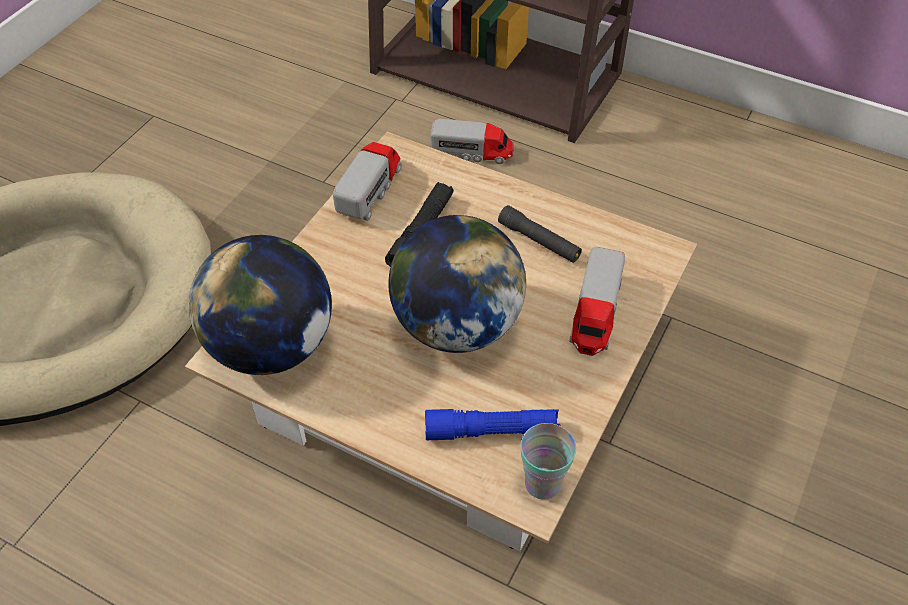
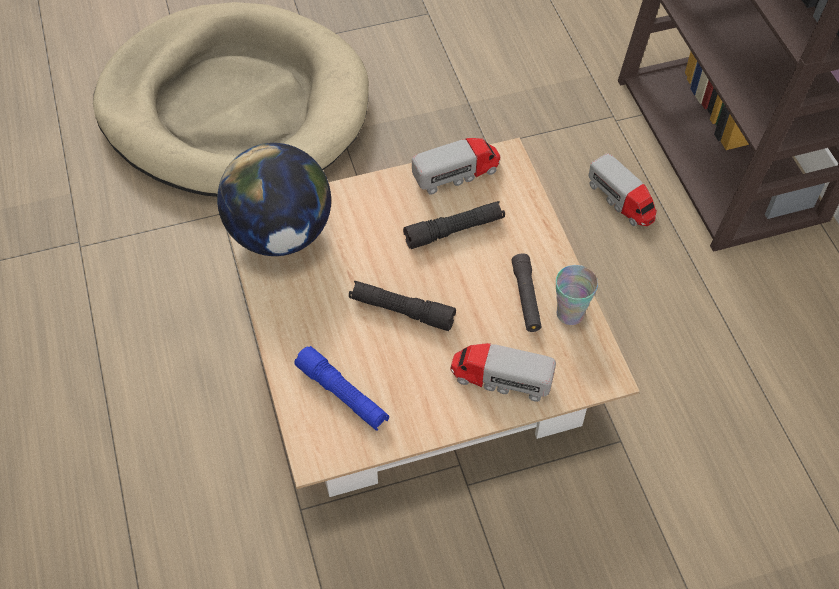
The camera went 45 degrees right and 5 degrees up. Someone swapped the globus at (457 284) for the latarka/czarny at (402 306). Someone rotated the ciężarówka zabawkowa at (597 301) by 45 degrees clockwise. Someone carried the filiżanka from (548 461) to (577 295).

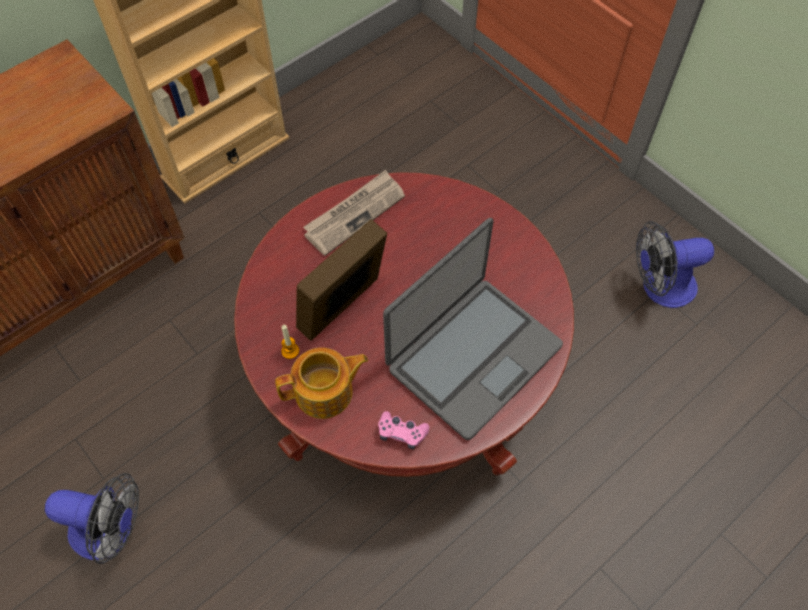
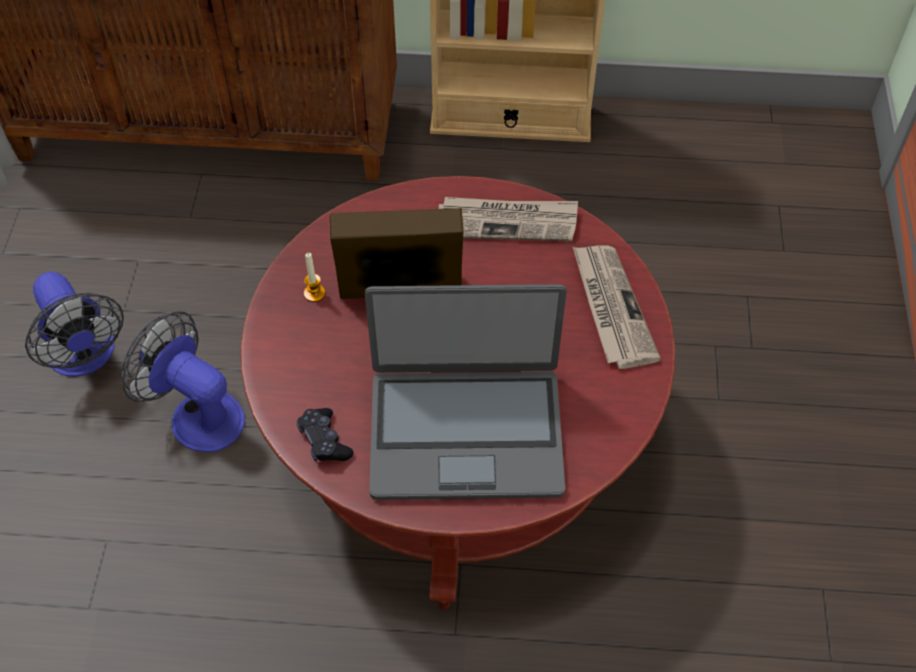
The camera went 45 degrees right and 5 degrees down. Someone carried the wentylator from (675 264) to (183 381). Someone took away the imbryk at (321 383). Someone repainted the pad do gier/różowy at (403 430), which became the pad do gier/czarny at (325 434). Someone put down the gazeta at (617 307).

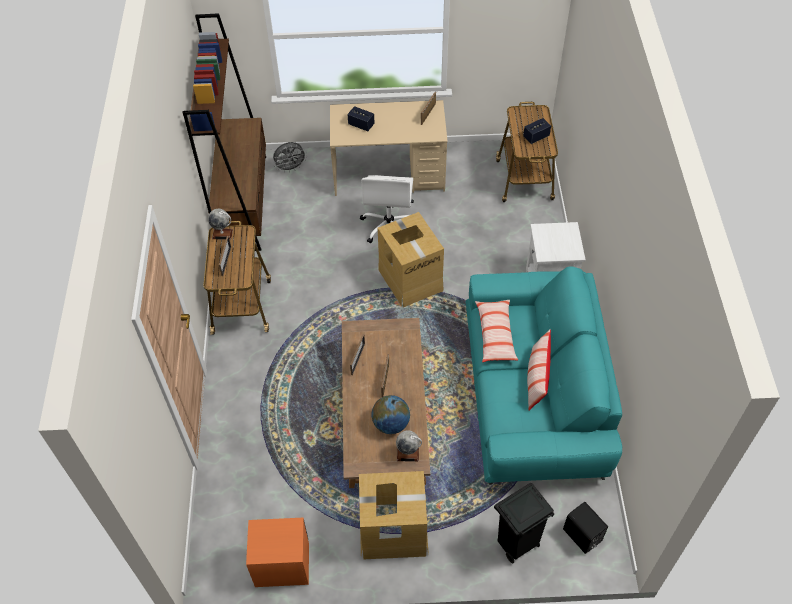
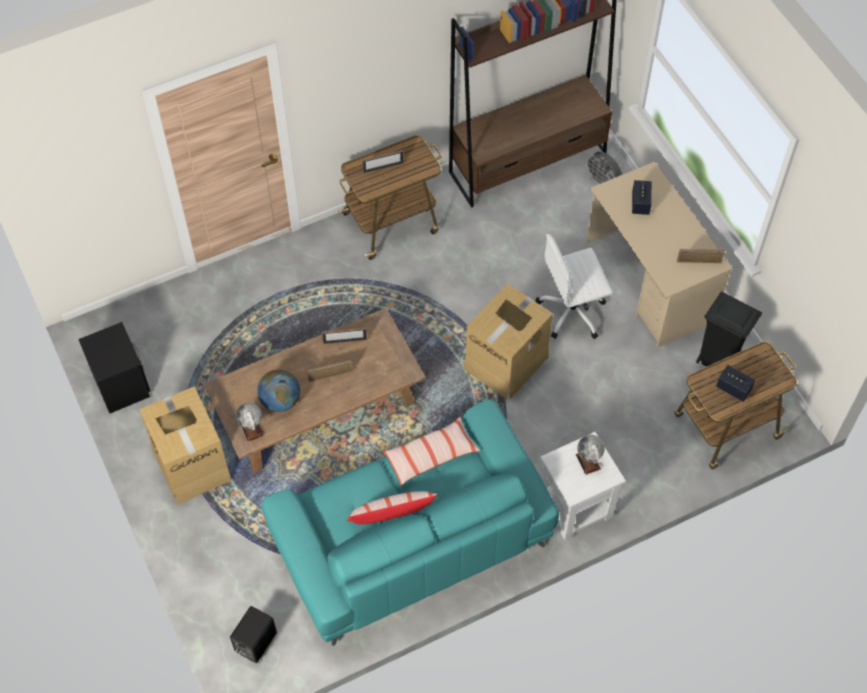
The camera went 65 degrees right and 5 degrees up. Someone carried the globus from (220 224) to (590 455). Someone carried the kosz na śmieci/czarny from (524 523) to (729 332). Someone repainted the szafka nocna/pomarańczowy at (277 552), which became the szafka nocna/czarny at (114 367).

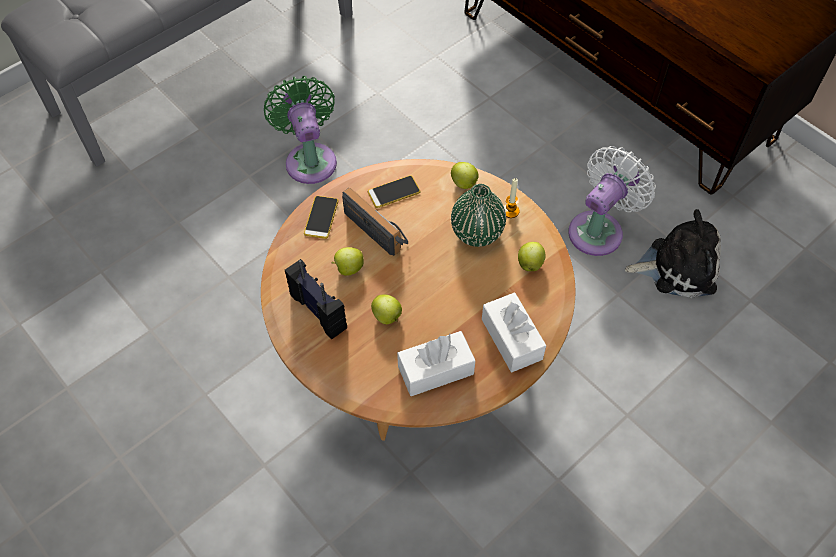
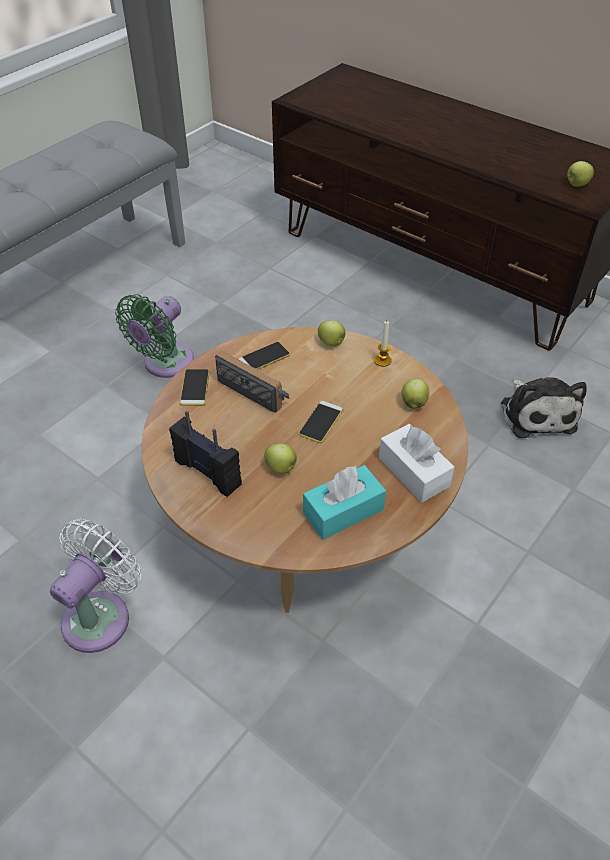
The camera went 10 degrees left and 10 degrees down. Someone rotated the wentylator/zielony at (300 130) by 120 degrees counterclockwise. Someone carried the wentylator/biały from (612 201) to (95 586). Someone took away the wazon/zielony at (478 215). Someone rotated the pluszak at (673 253) by 90 degrees clockwise. Someone carried the jabłko from (348 261) to (580 174). Someone repainted the pudełko chusteczek/biały at (436 363), which became the pudełko chusteczek/turkusowy at (344 502). Someone put down the telefon at (320 421).

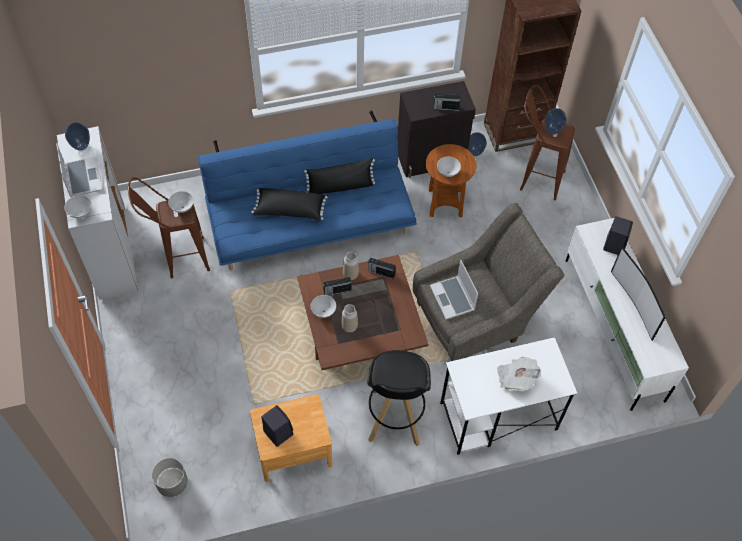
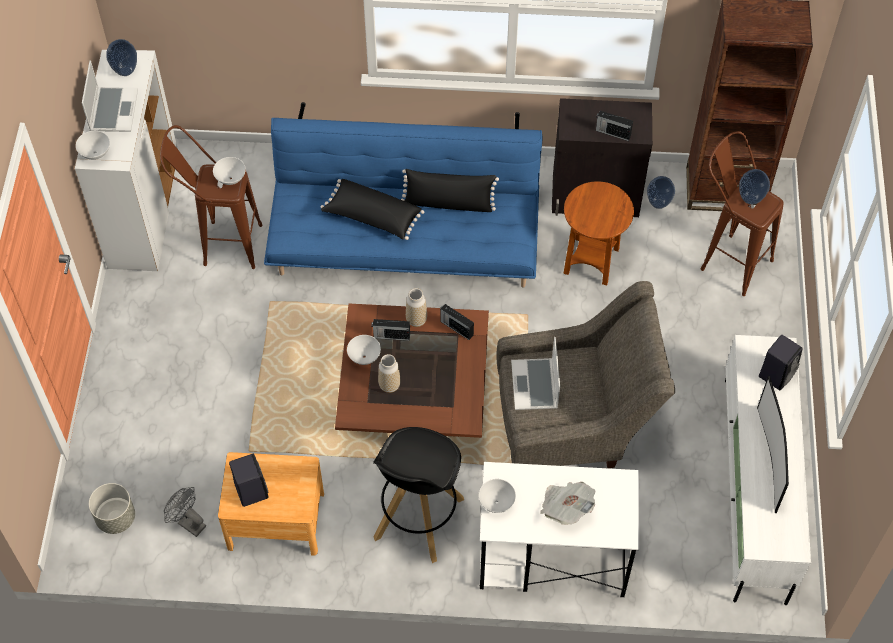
The camera went 20 degrees right and 0 degrees up. Someone carried the miska/biały from (449 167) to (497 496). Someone put down the wentylator/szary at (185 512).

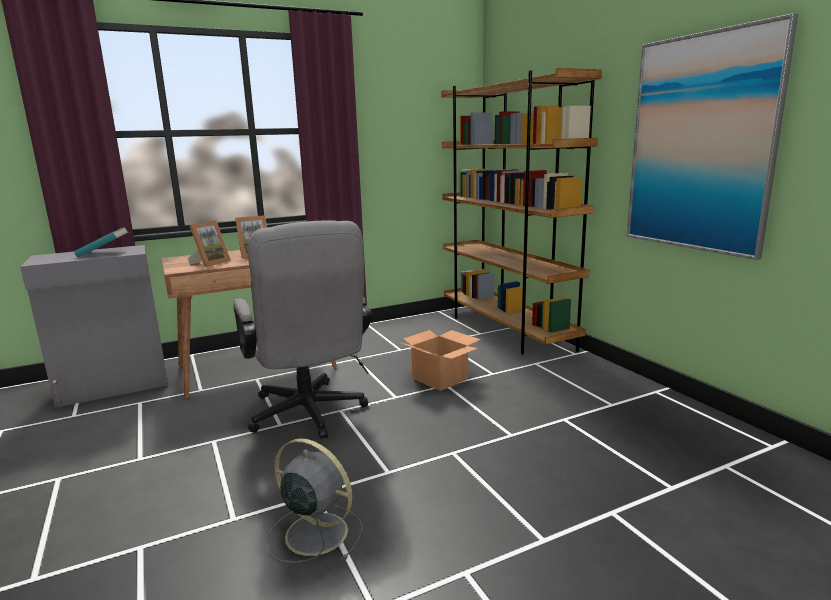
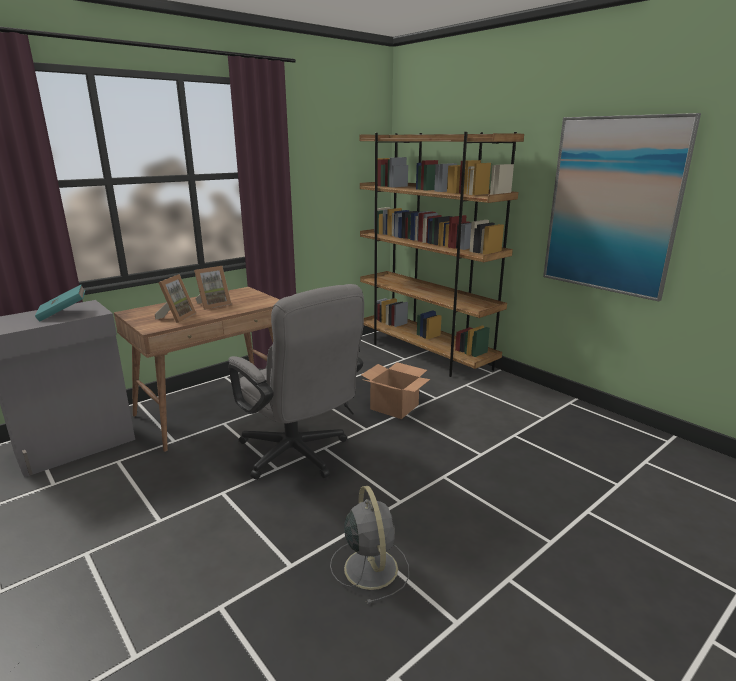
The camera went 15 degrees left and 5 degrees up. Someone rotated the wentylator/szary at (314 500) by 60 degrees clockwise.

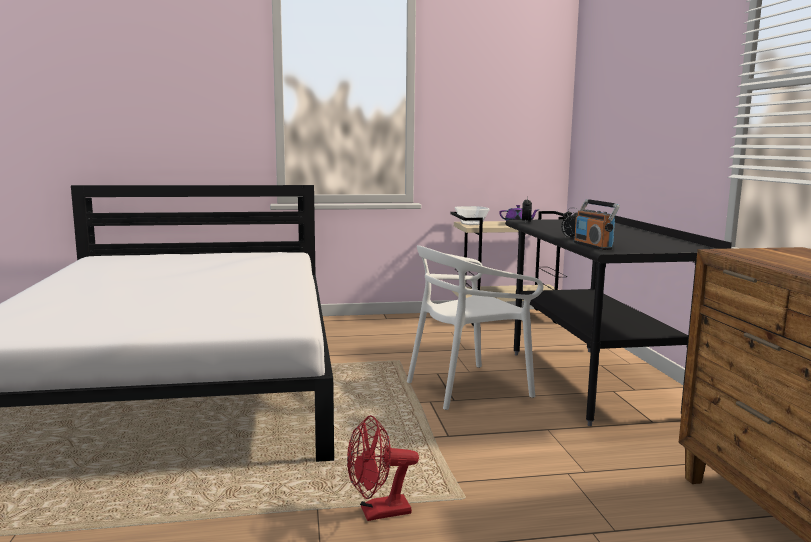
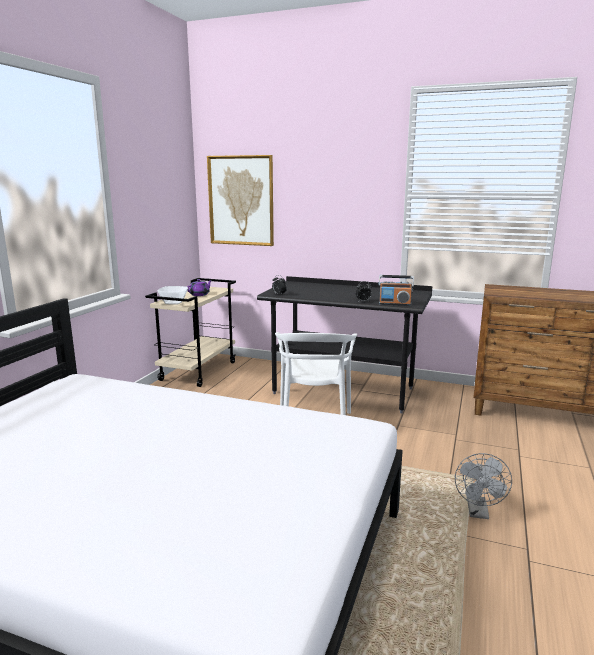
The camera went 60 degrees left and 5 degrees up. Someone repainted the wentylator/czerwony at (383 468), which became the wentylator/szary at (483 486). Someone put up the obraz at (240 200).

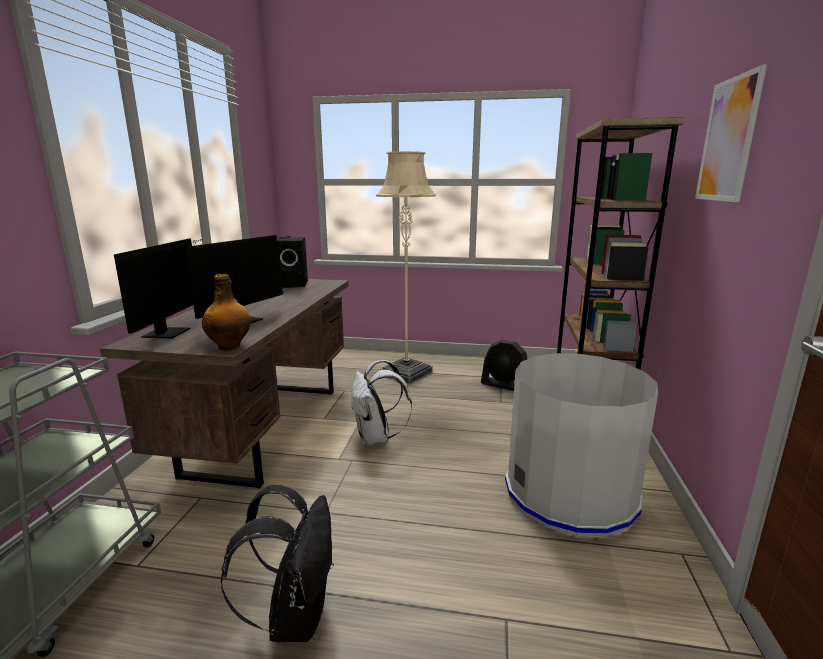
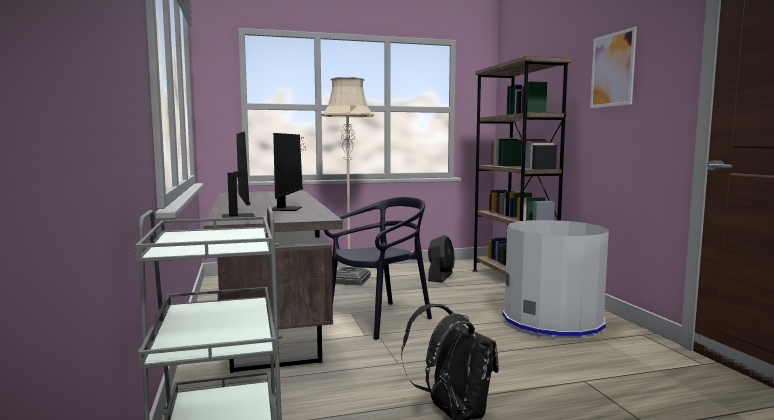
The camera went 25 degrees left and 10 degrees down. Someone took away the głośnik/czarny at (292 262). Someone took away the butelka at (226 312). Someone rotated the wentylator/czarny at (504 365) by 75 degrees counterclockwise. Someone swapped the plecak/biały at (381 403) for the krzesło/czarny at (378 268).

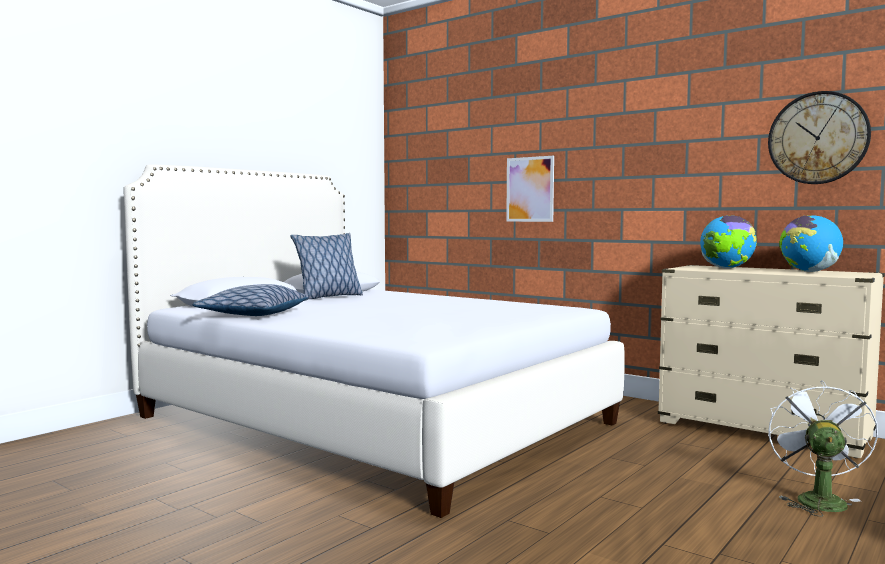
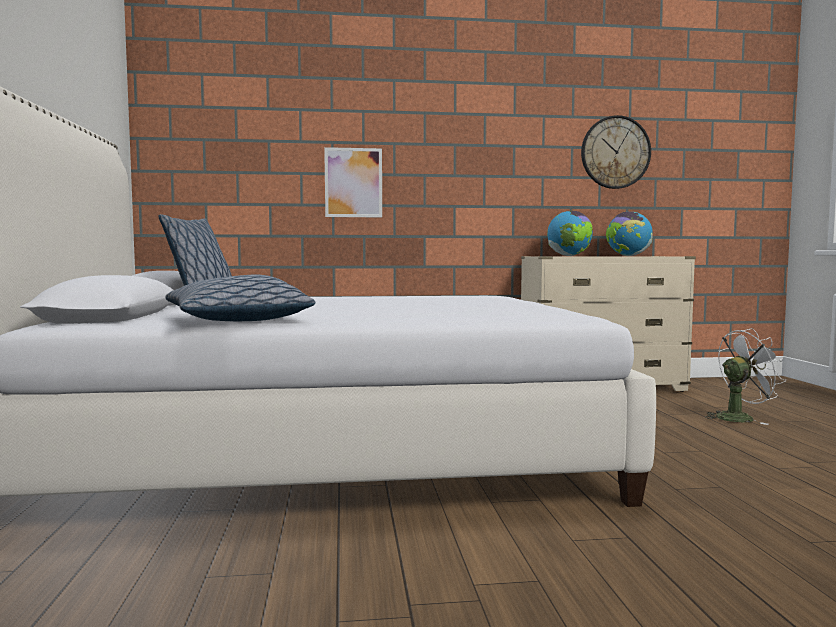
The camera went 45 degrees left and 0 degrees up. Someone rotated the wentylator/biały at (823 448) by 105 degrees clockwise.

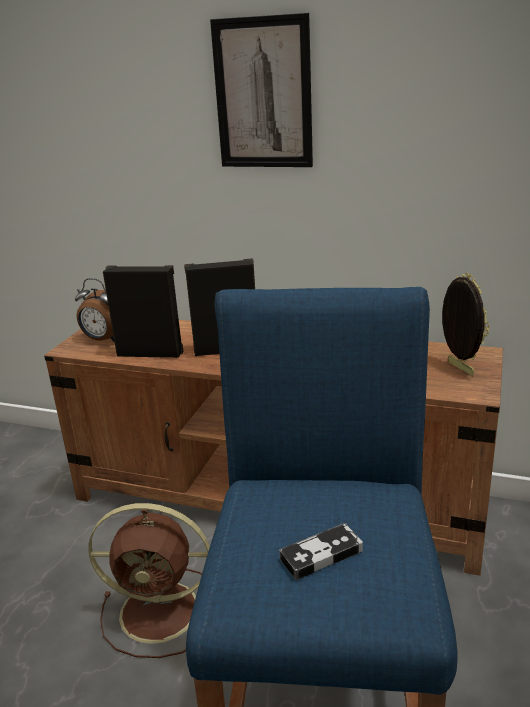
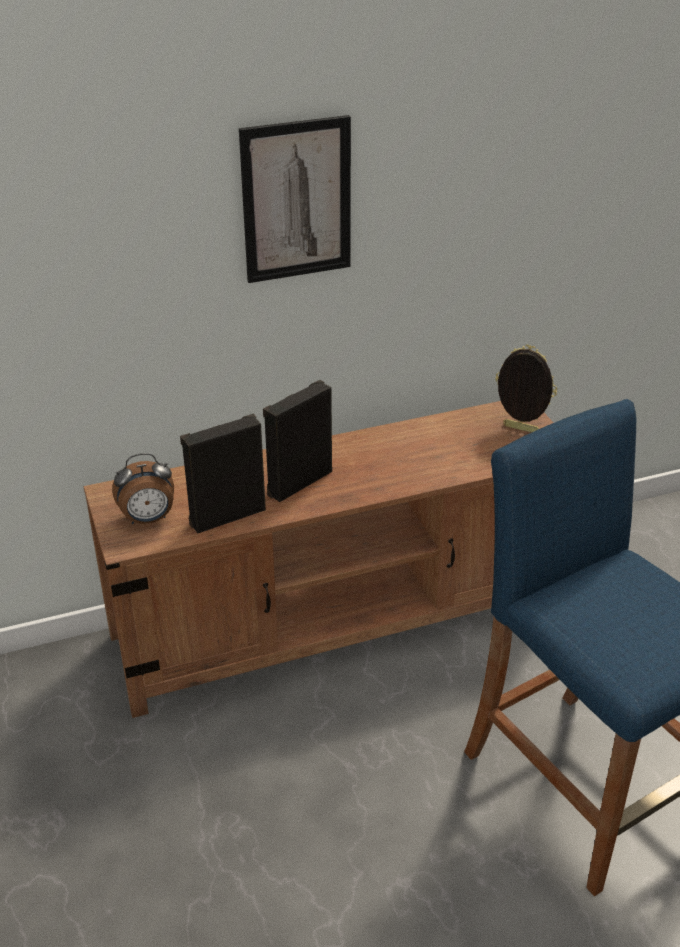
The camera went 40 degrees left and 10 degrees up. Someone took away the wentylator/brązowy at (149 580). Someone took away the pad do gier at (321 551).

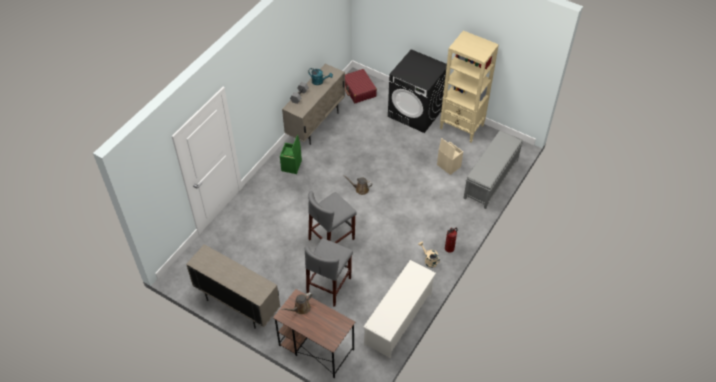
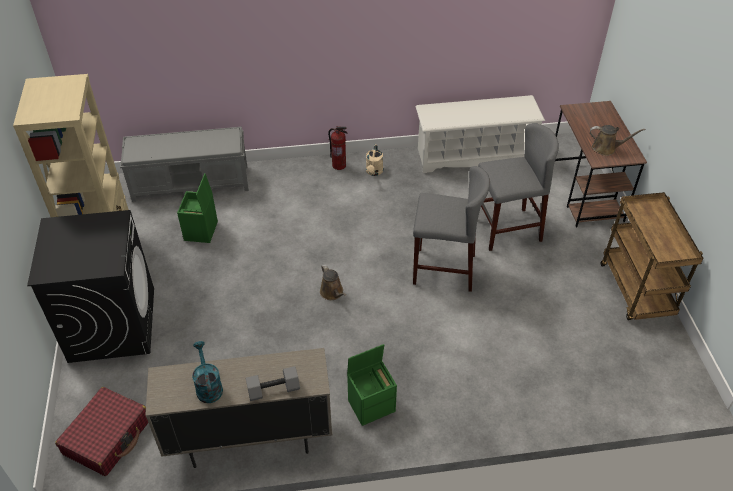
The camera went 130 degrees left and 5 degrees down. Someone repainted the pojemnik do przechowywania/beżowy at (450 156), which became the pojemnik do przechowywania/zielony at (197 208). Someone swapped the szafka/beżowy at (233 286) for the wózek/brązowy at (652 256).

